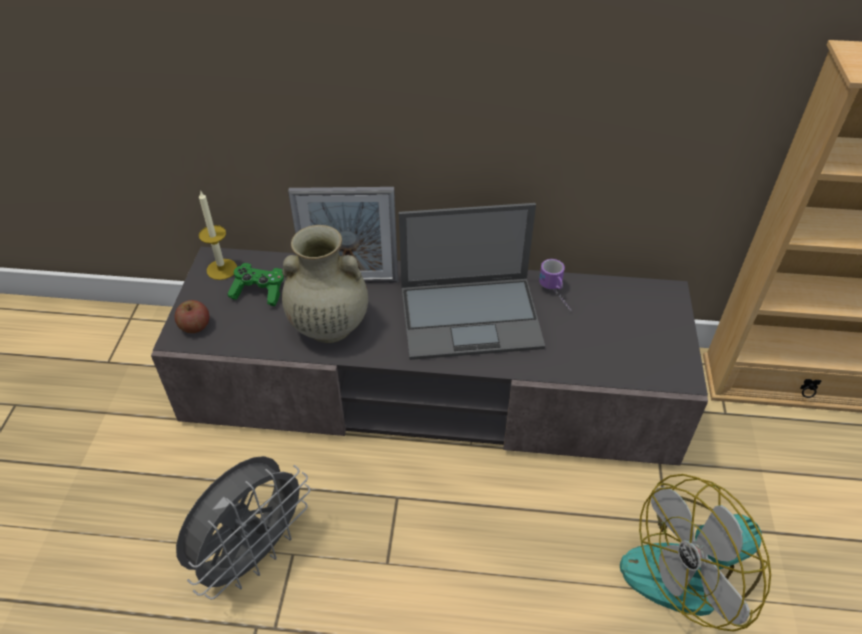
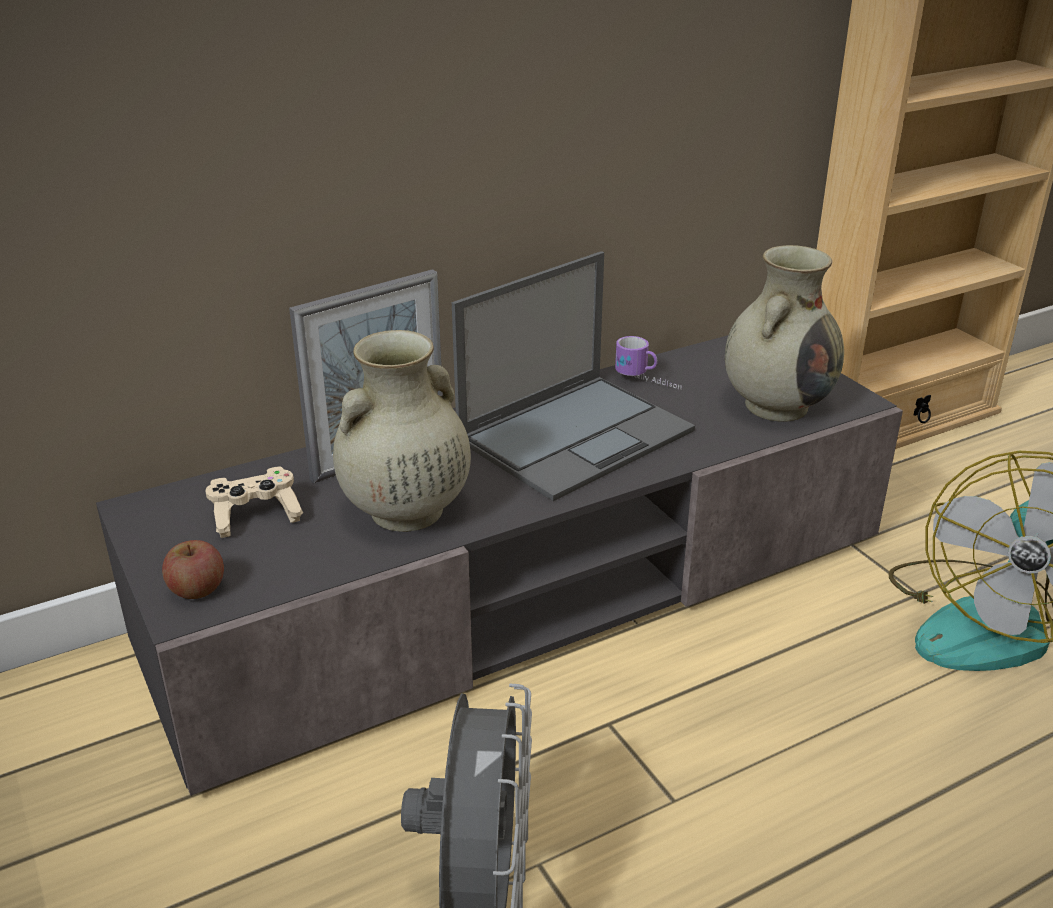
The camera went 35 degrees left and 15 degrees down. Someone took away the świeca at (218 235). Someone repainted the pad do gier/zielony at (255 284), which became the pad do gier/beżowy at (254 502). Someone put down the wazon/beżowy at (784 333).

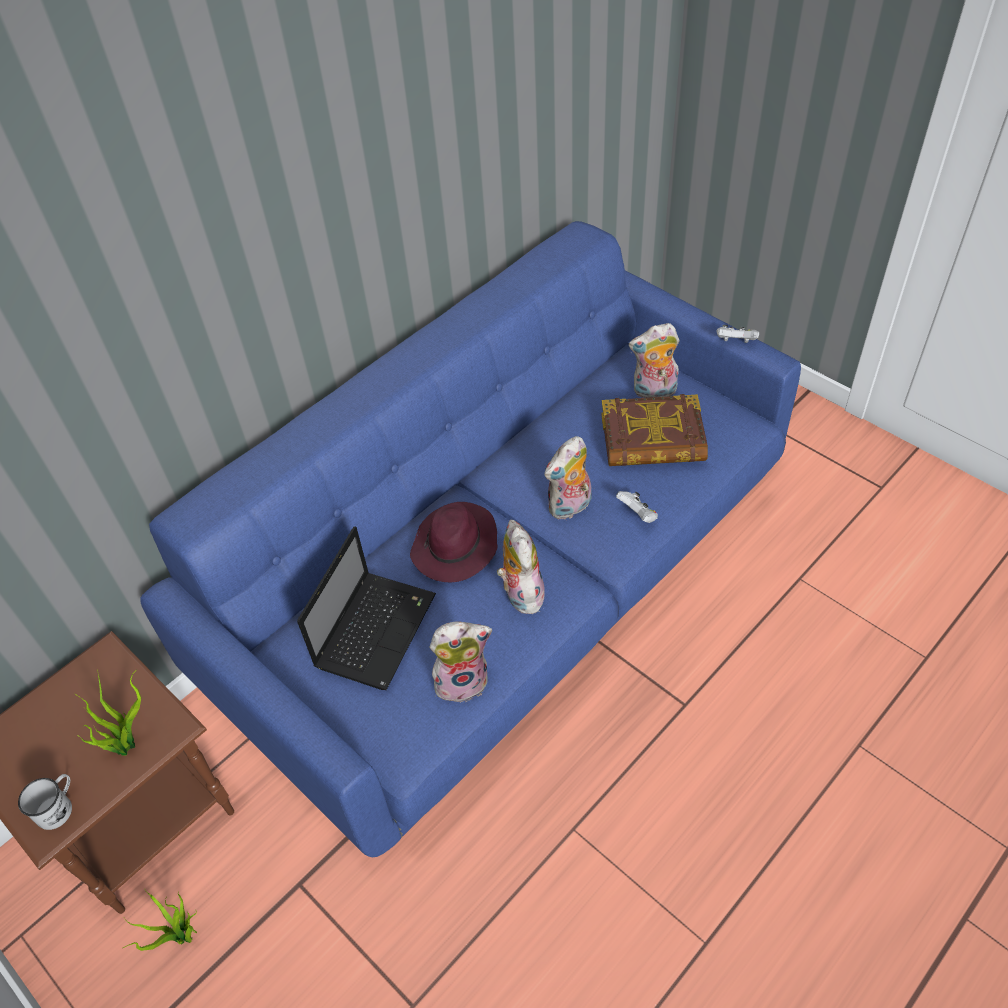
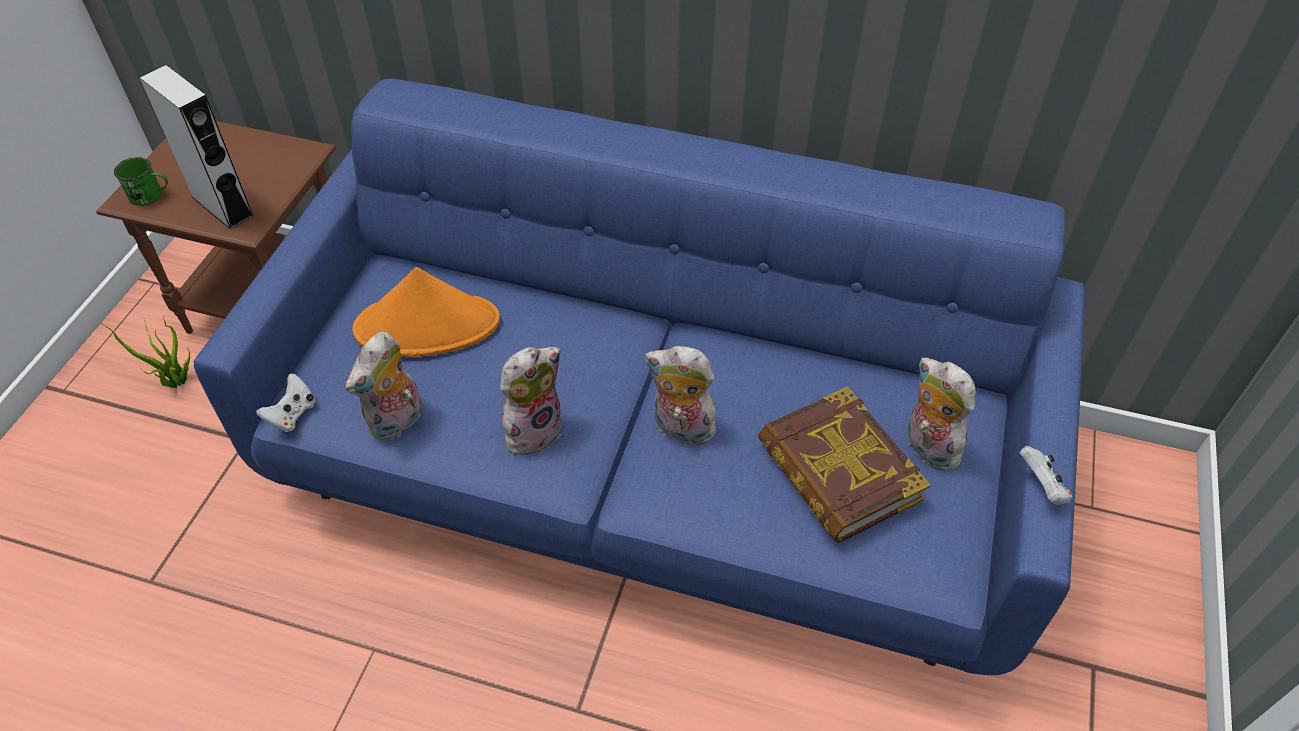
The camera went 60 degrees right and 0 degrees up. Someone carried the pad do gier/biały from (637 507) to (285 403). Someone took away the kapelusz/fioletowy at (453 542). Someone swapped the laptop at (366 608) for the kapelusz/pomarańczowy at (426 312). Someone rotated the pluszak at (461 662) by 75 degrees clockwise. Someone swapped the roślina doniczkowa at (108 712) for the głośnik/szary at (197 147). Someone repainted the kubek/biały at (45 802), which became the kubek/zielony at (141 181).

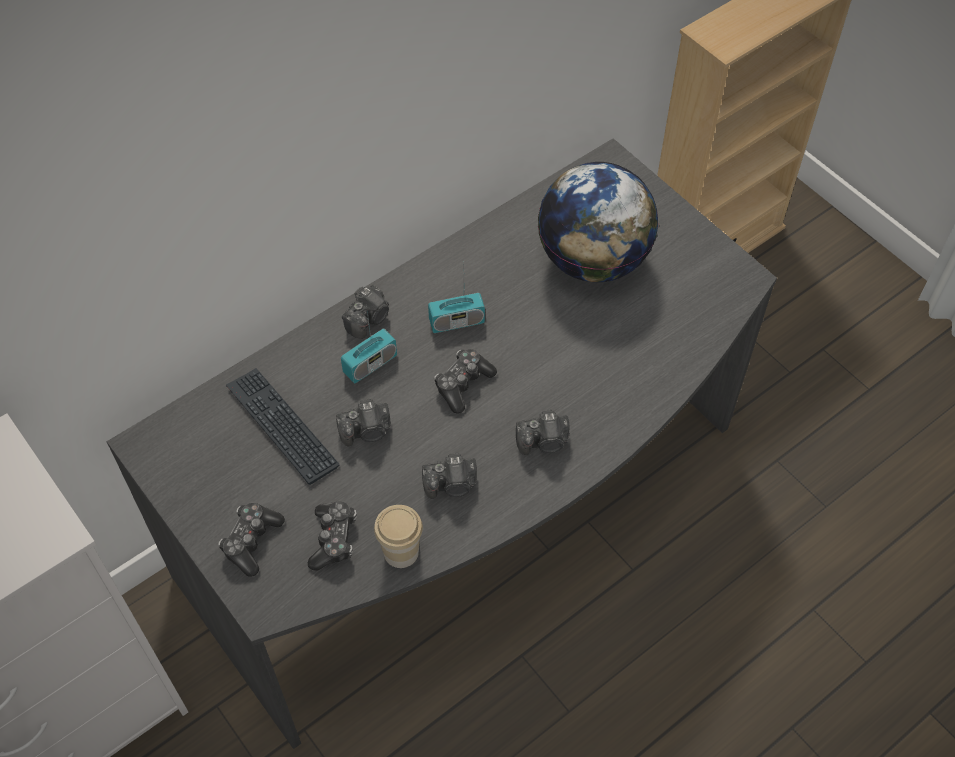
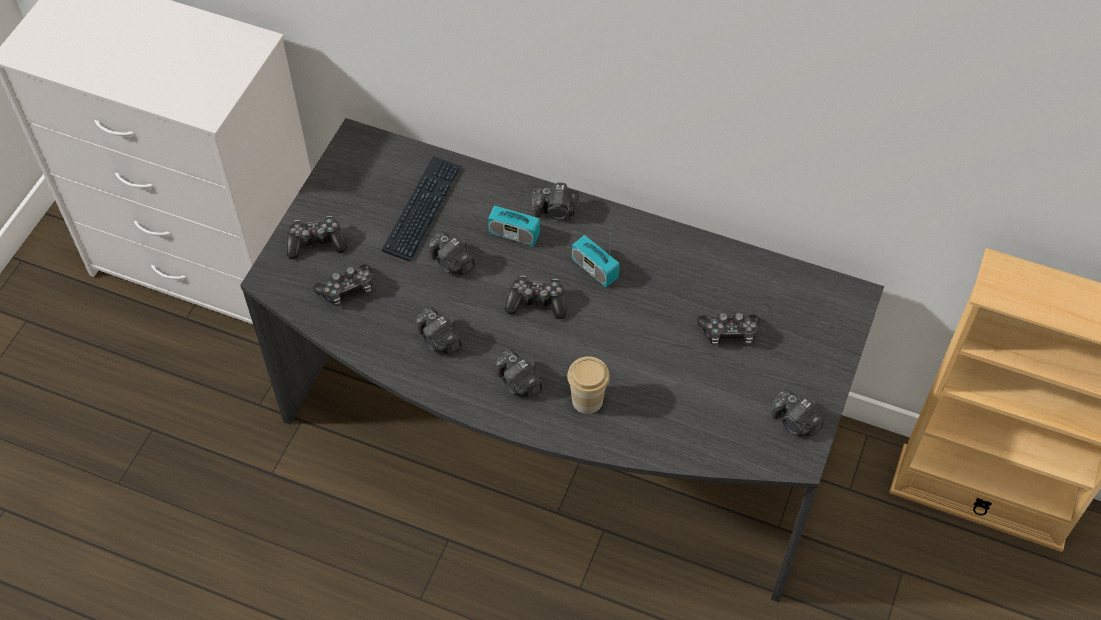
The camera went 60 degrees right and 0 degrees up. Someone swapped the globus at (598 222) for the pad do gier at (728 329). Someone carried the filiżanka from (398 536) to (588 385). Someone put down the aparat fotograficzny at (797 412).

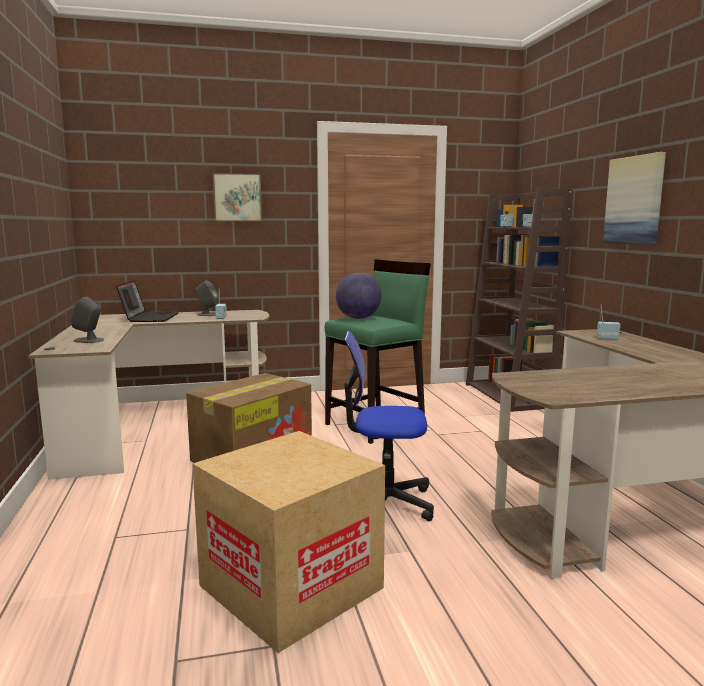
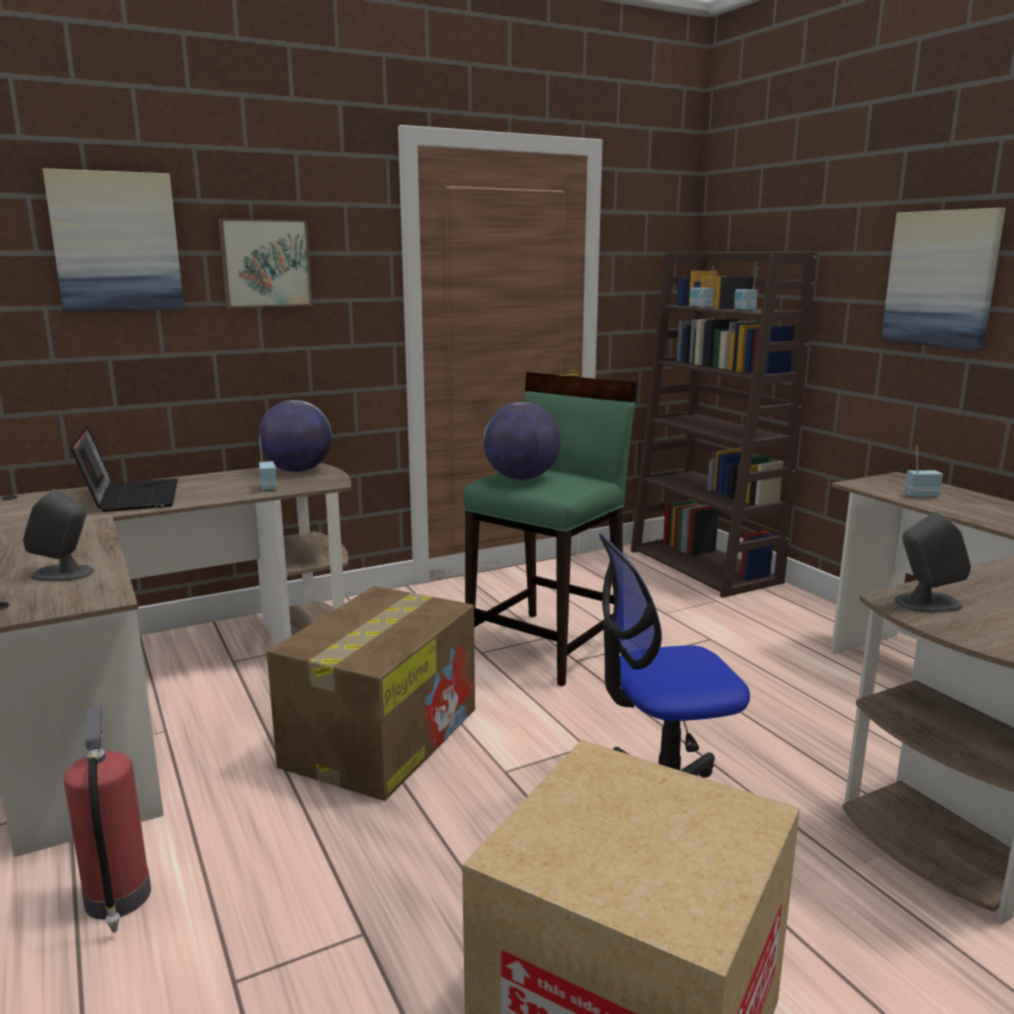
The camera went 15 degrees left and 5 degrees up. Someone carried the głośnik/szary from (207 298) to (932 562). Someone put up the obraz at (113 240). Someone put down the globus at (295 436). Someone put down the gaśnica at (107 819).

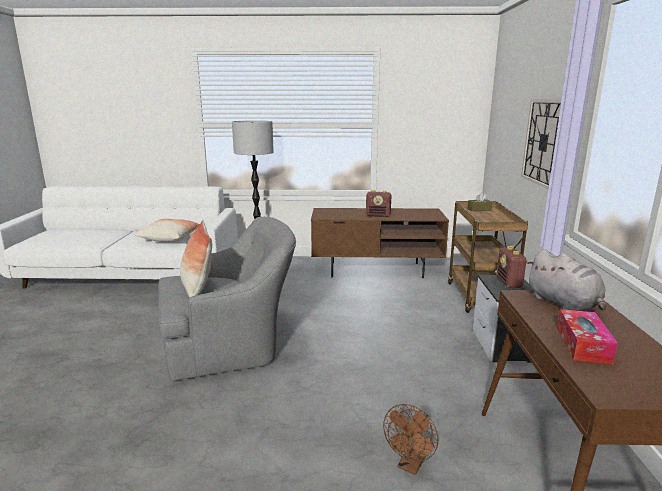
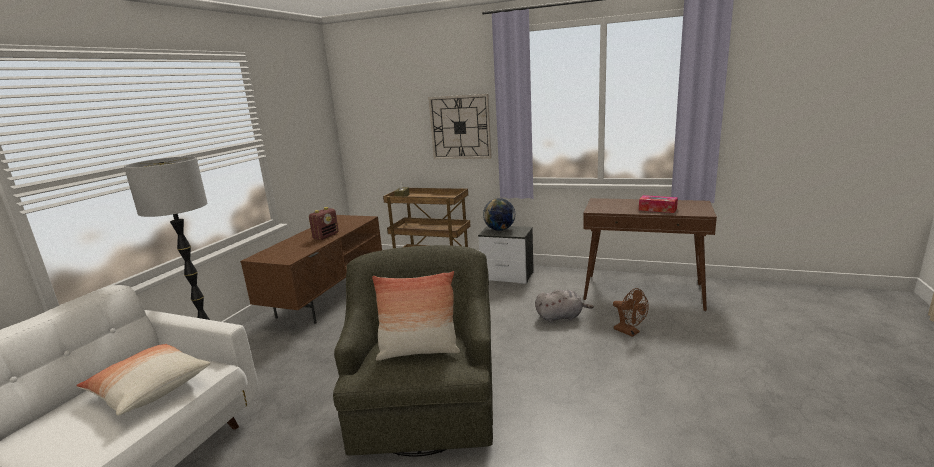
The camera went 70 degrees left and 0 degrees up. Someone repainted the fotel/szary at (227 299), which became the fotel/zielony at (413 351). Someone swapped the radio at (512 267) for the globus at (499 214). Someone carried the pluszak/szary from (566 280) to (564 306).

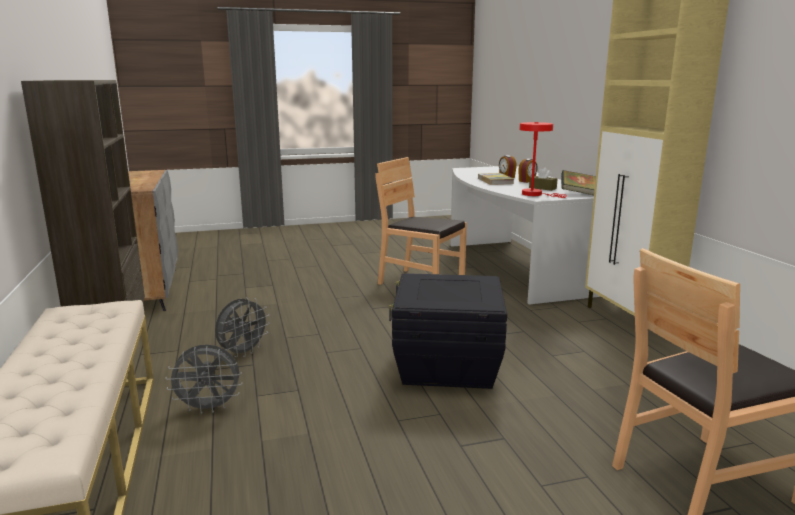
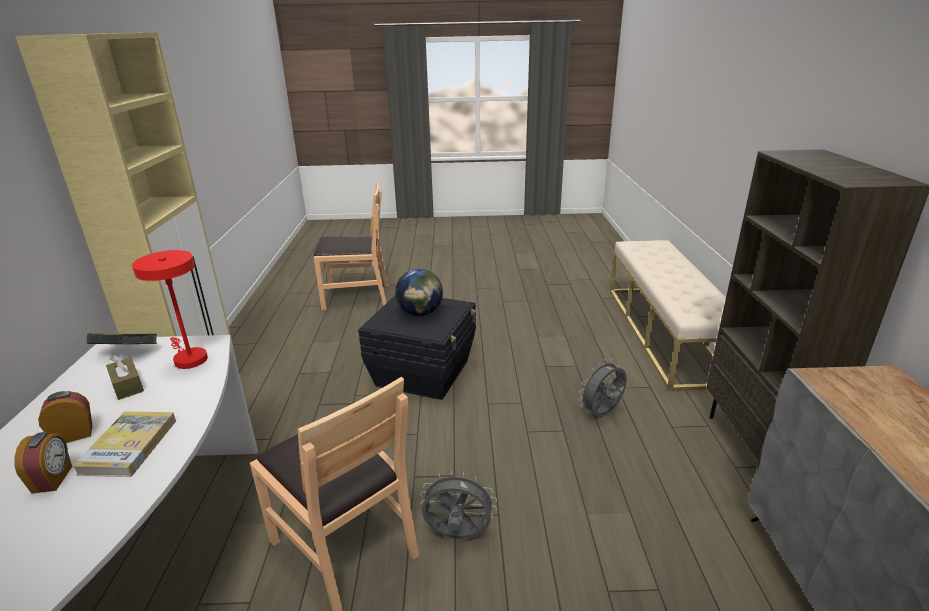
The camera went 165 degrees left and 10 degrees up. Someone carried the wentylator/szary from (204 379) to (458 505). Someone put down the globus at (419 292).

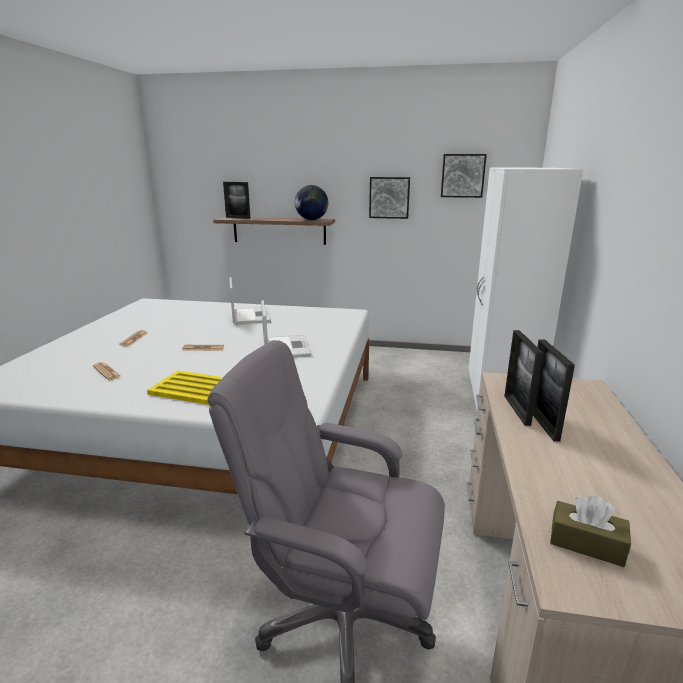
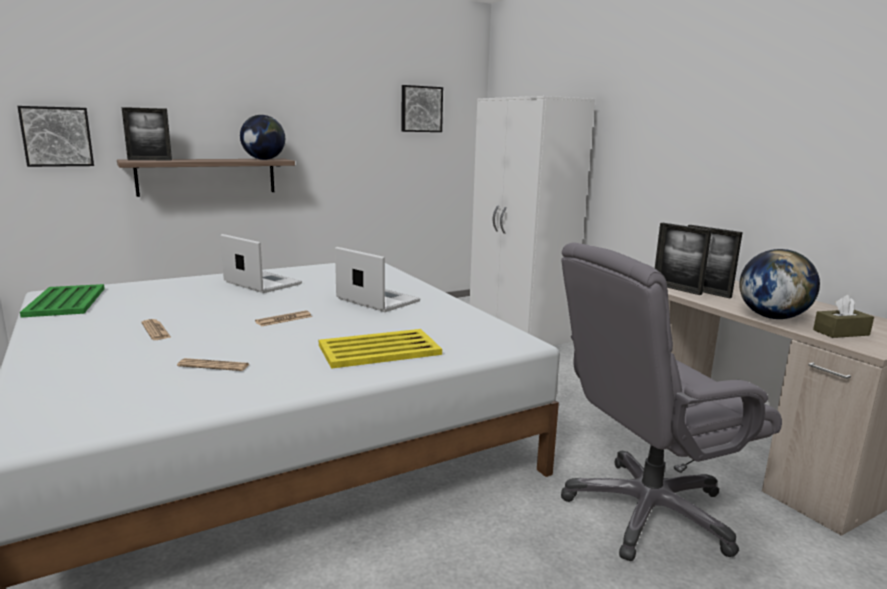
The camera went 40 degrees left and 5 degrees down. Someone carried the obraz from (389 198) to (55 136). Someone put down the globus at (779 284). Someone put down the taca/zielony at (62 301).

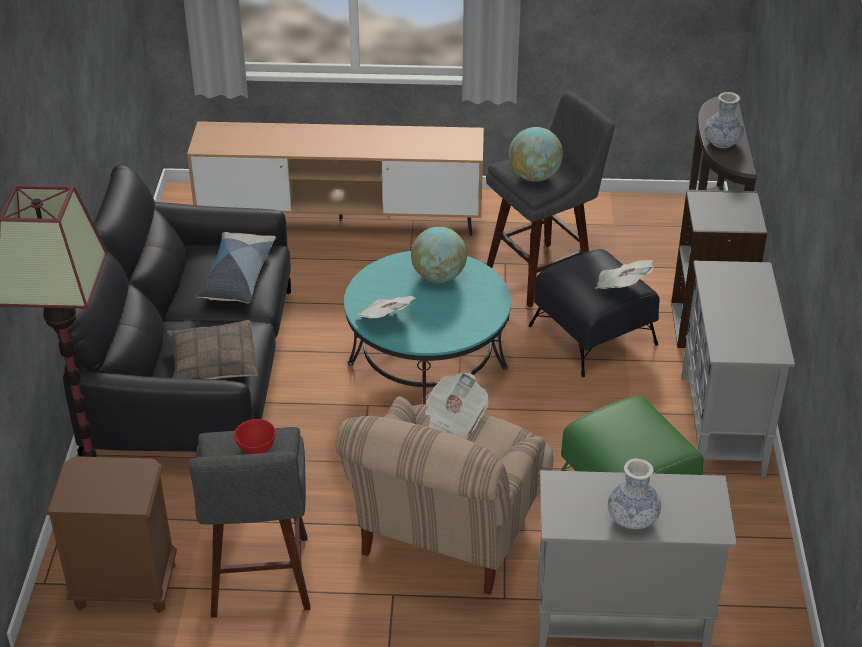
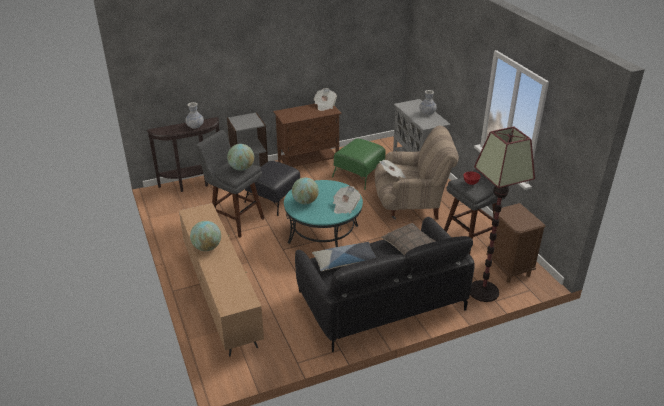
The camera went 115 degrees left and 5 degrees down. Someone carried the gazeta from (624 274) to (325 99). Someone repainted the szafka/szary at (738 369), which became the szafka/brązowy at (307 135). Someone put down the globus at (205 236).

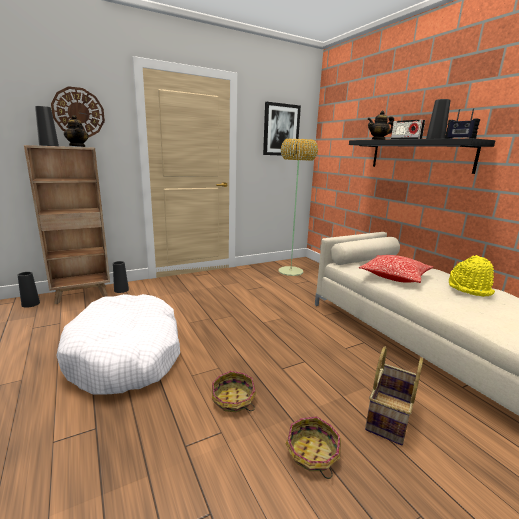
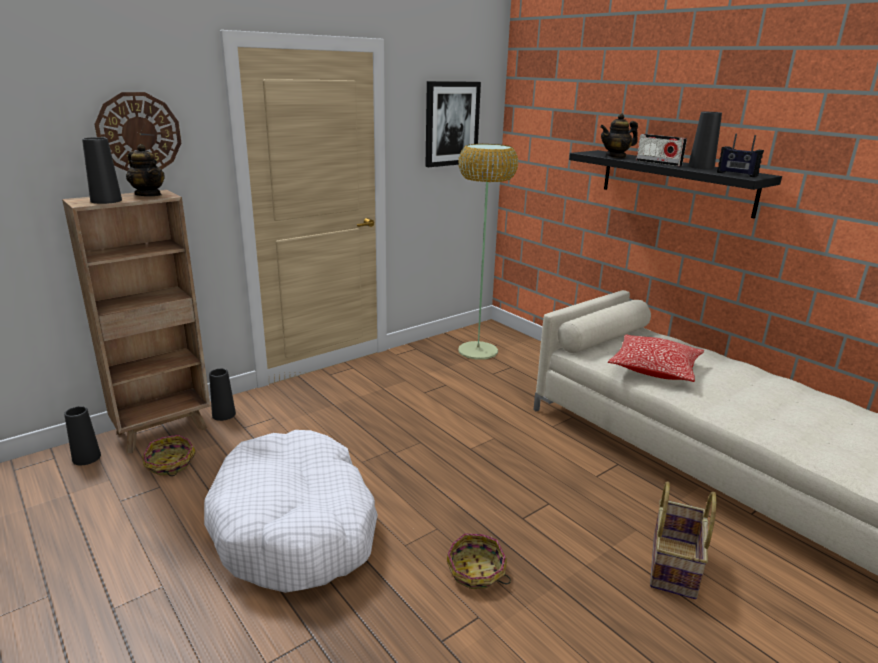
The camera went 10 degrees left and 5 degrees up. Someone took away the kapelusz/żółty at (472 276). Someone carried the koszyk from (313 448) to (169 455).

